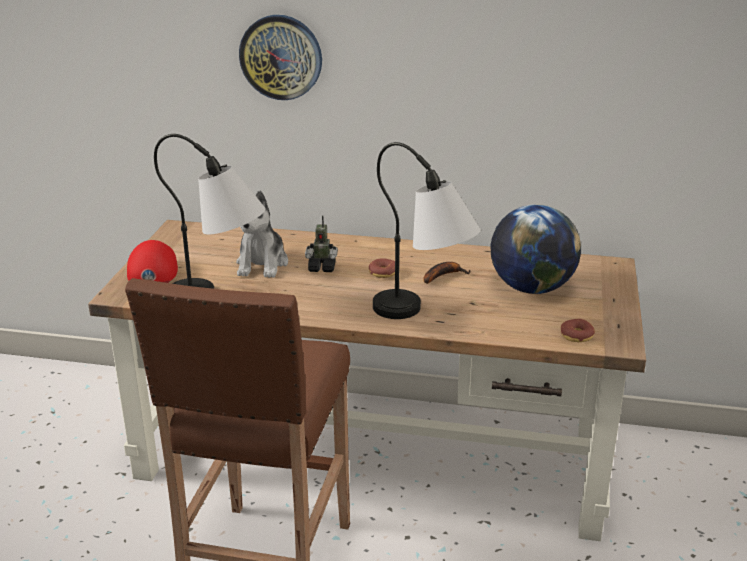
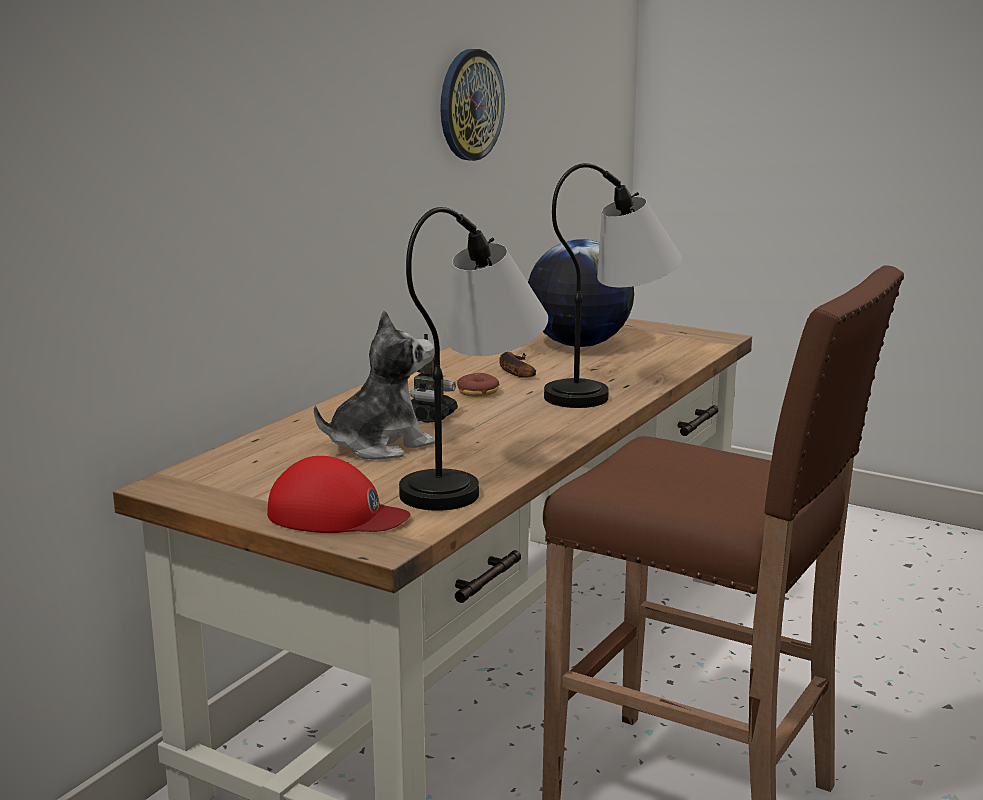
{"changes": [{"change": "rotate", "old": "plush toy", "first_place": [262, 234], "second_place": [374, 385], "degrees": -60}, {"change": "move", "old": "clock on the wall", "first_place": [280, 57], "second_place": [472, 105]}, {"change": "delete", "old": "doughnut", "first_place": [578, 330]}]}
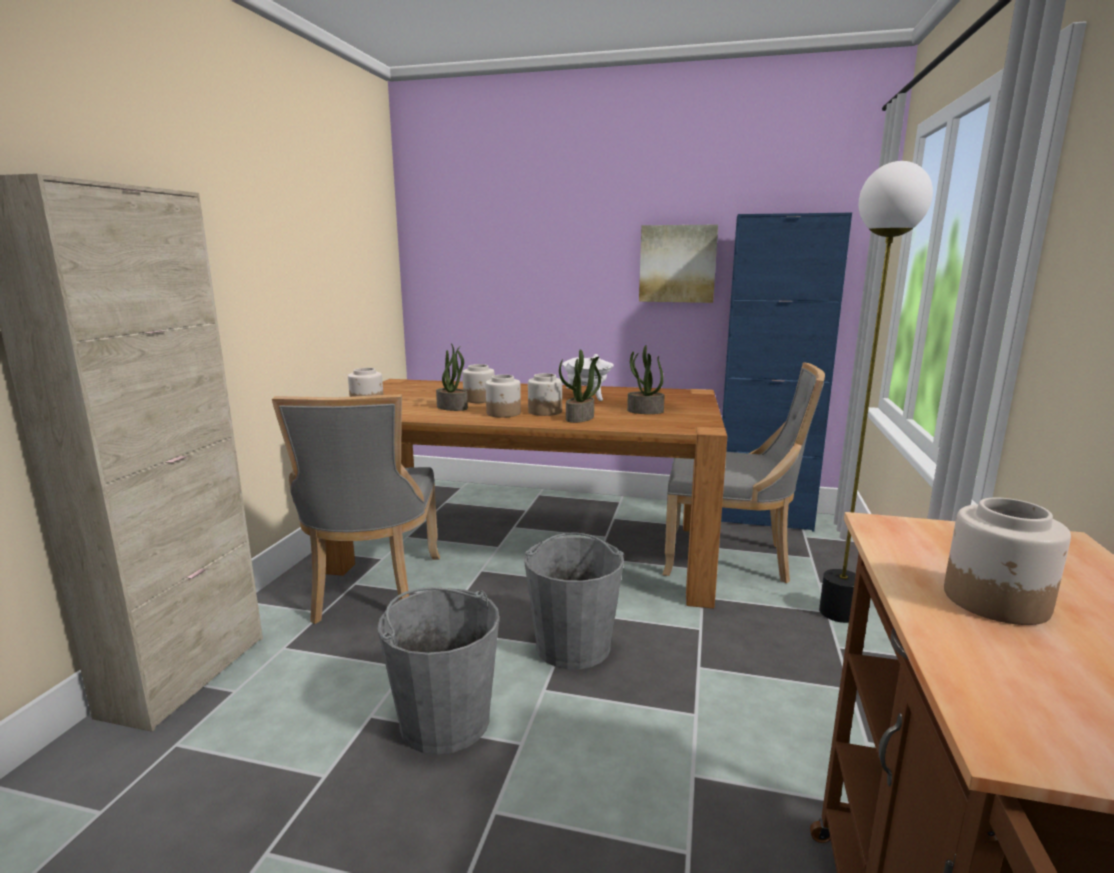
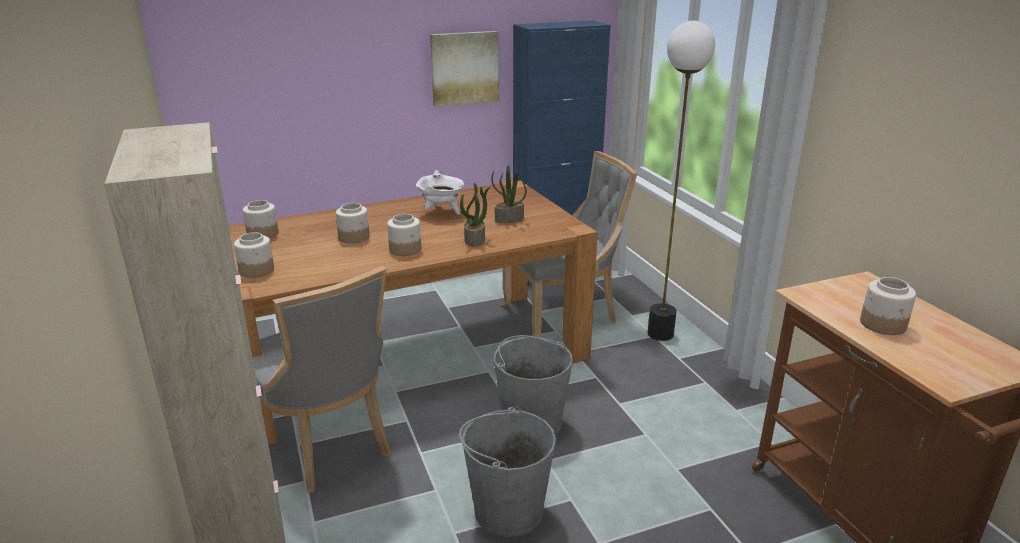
{"changes": [{"change": "delete", "old": "plant in a pot", "first_place": [452, 377]}, {"change": "move", "old": "jar", "first_place": [545, 394], "second_place": [261, 219]}]}
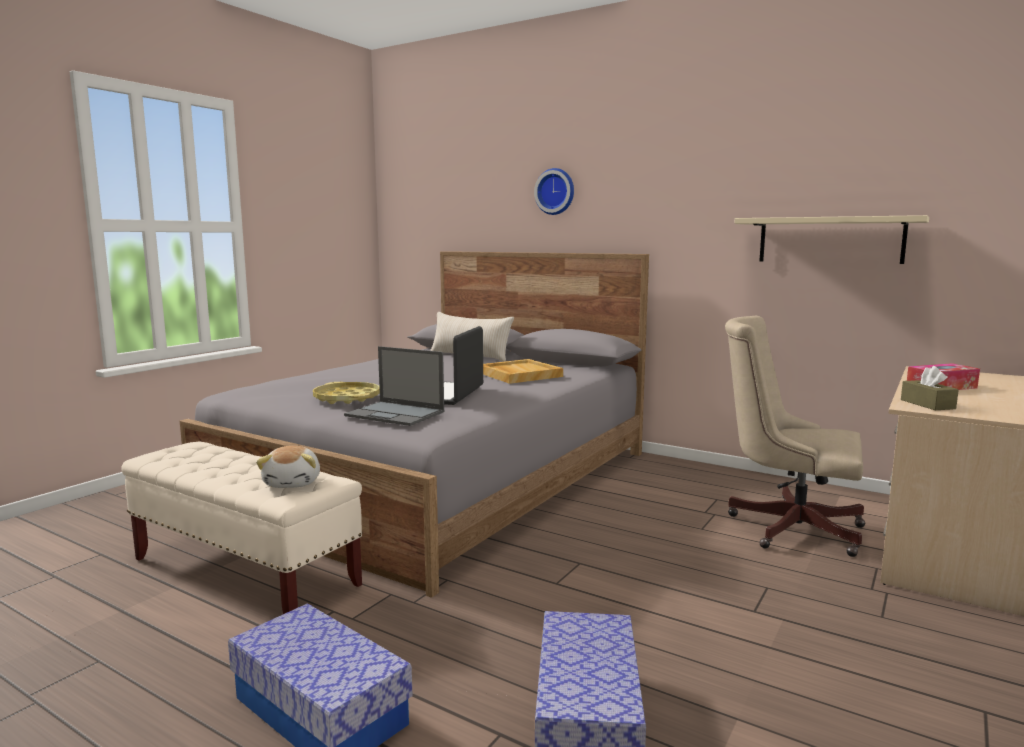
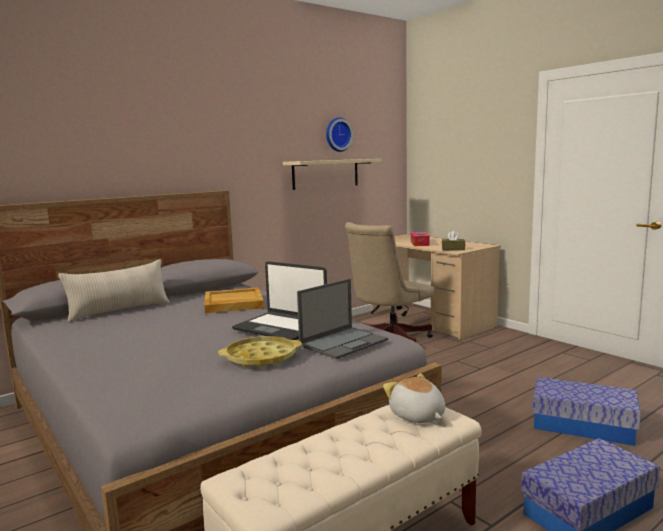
{"changes": [{"change": "rotate", "old": "plush toy", "first_place": [288, 467], "second_place": [414, 398], "degrees": -135}, {"change": "move", "old": "clock on the wall", "first_place": [554, 191], "second_place": [339, 134]}]}
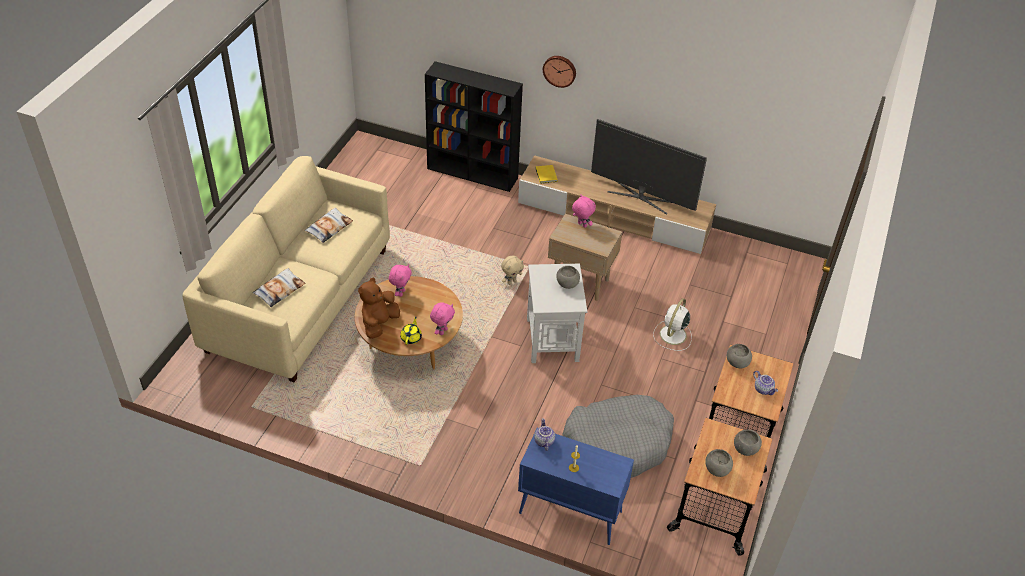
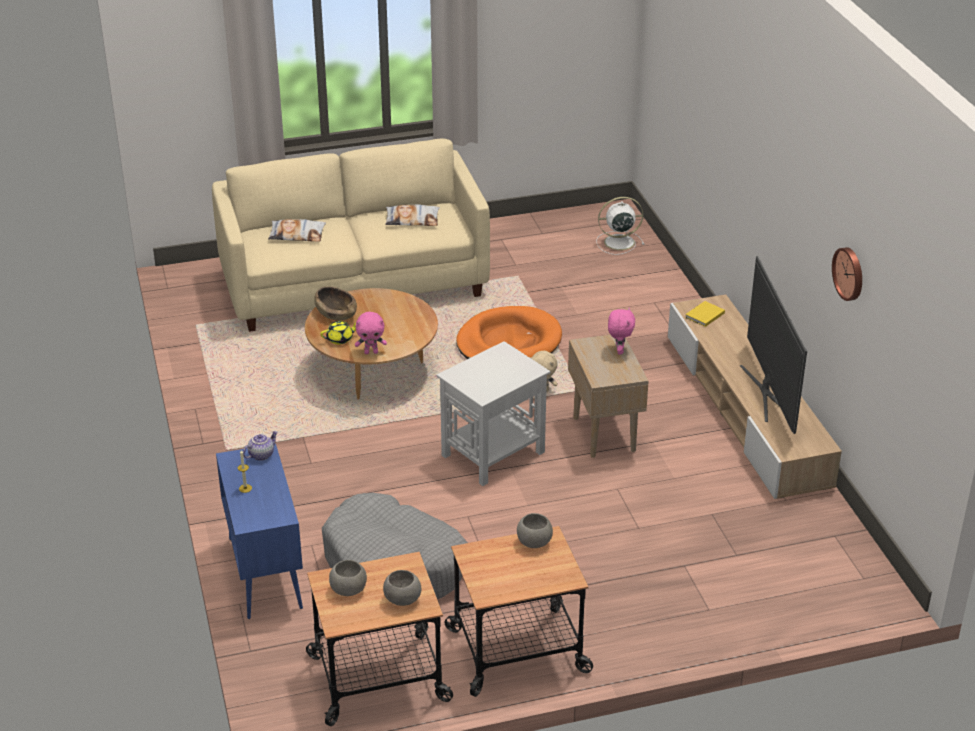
{"changes": [{"change": "replace", "old": "brown-coloured plush toy", "new": "brown-coloured deep dish", "first_place": [379, 308], "second_place": [335, 304]}, {"change": "delete", "old": "pinkish plush toy", "first_place": [400, 280]}, {"change": "delete", "old": "black-coloured shelving unit", "first_place": [474, 126]}, {"change": "move", "old": "clock on the wall", "first_place": [559, 72], "second_place": [847, 274]}, {"change": "delete", "old": "grey deep dish", "first_place": [568, 277]}, {"change": "move", "old": "white-coloured cooling fan", "first_place": [672, 324], "second_place": [620, 226]}, {"change": "delete", "old": "teapot", "first_place": [765, 383]}, {"change": "insert", "new": "orange pet bed", "second_place": [509, 332]}]}
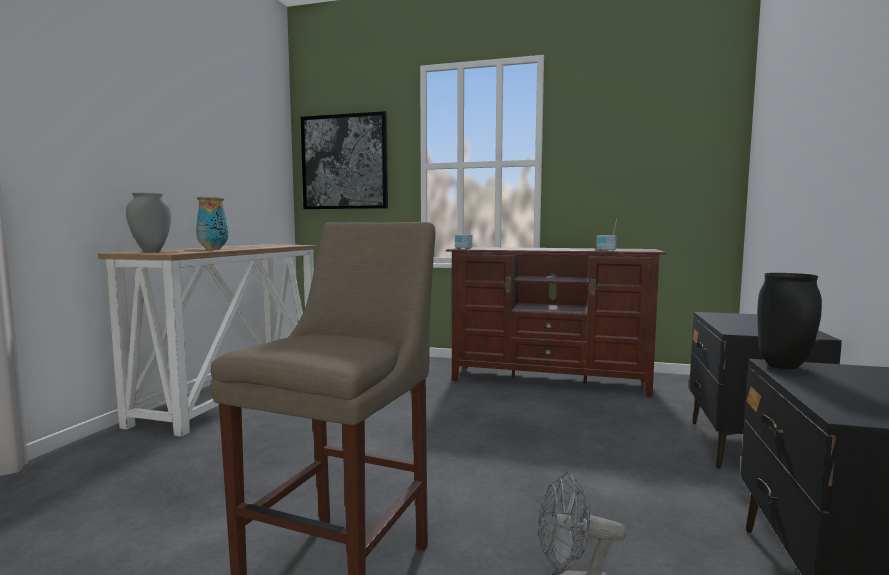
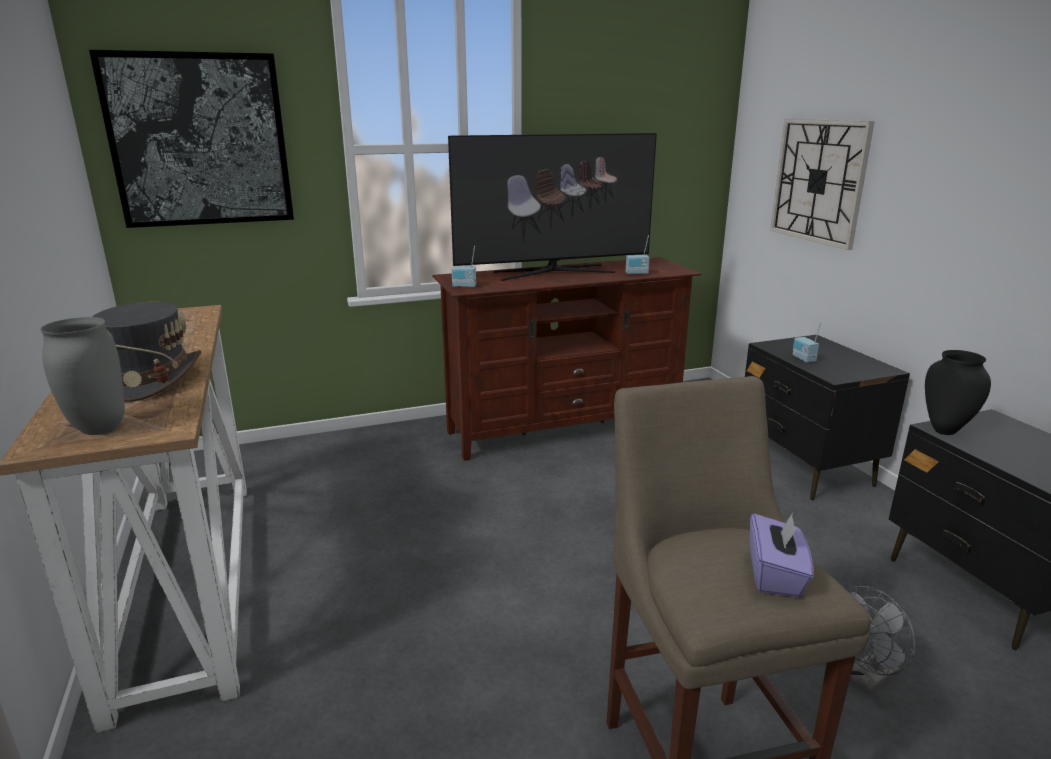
{"changes": [{"change": "replace", "old": "decorative vase", "new": "grey hat", "first_place": [212, 223], "second_place": [147, 352]}, {"change": "insert", "new": "TV set", "second_place": [552, 207]}, {"change": "insert", "new": "purple box of tissues", "second_place": [782, 555]}, {"change": "insert", "new": "clock on the wall", "second_place": [822, 184]}, {"change": "insert", "new": "radio", "second_place": [806, 342]}]}
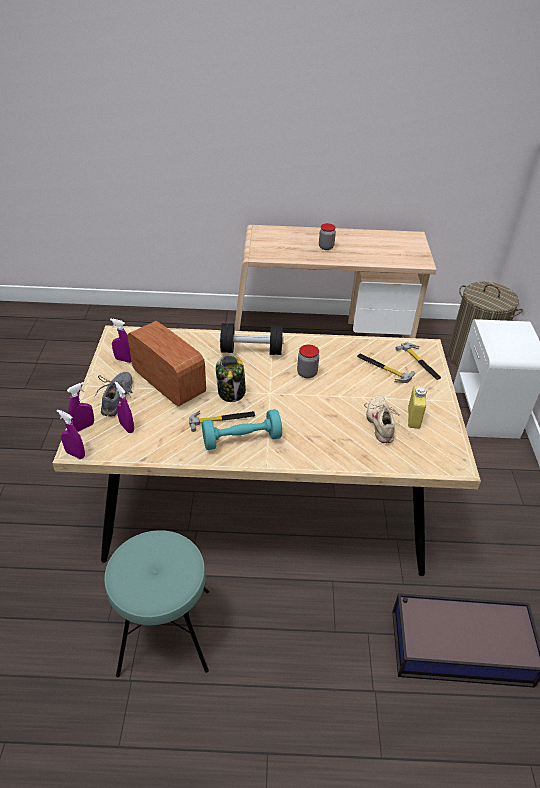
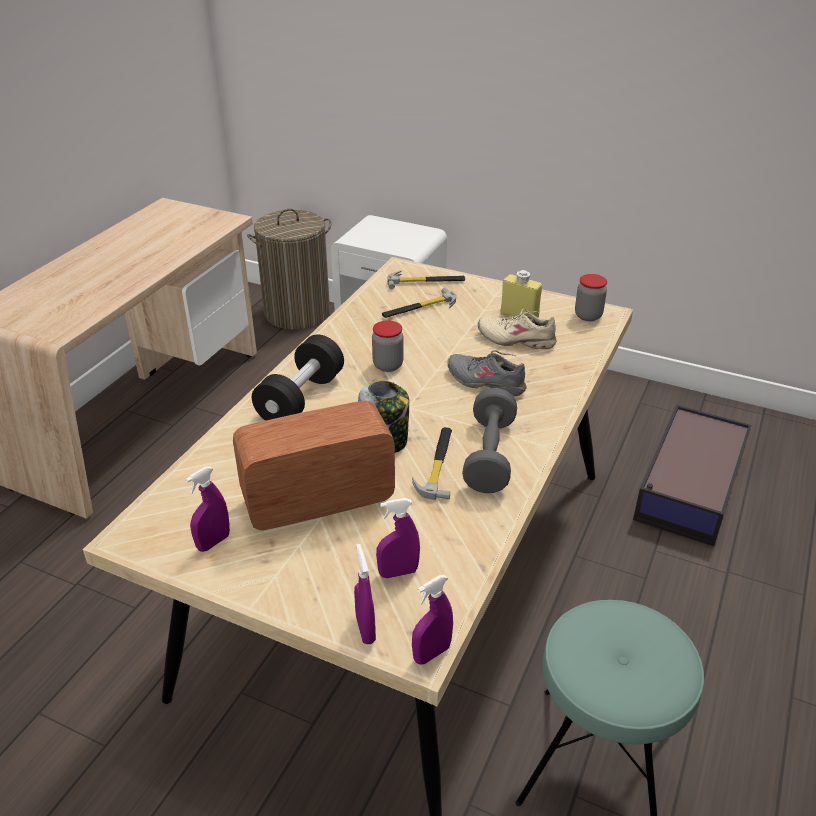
{"changes": [{"change": "move", "old": "grey shoe", "first_place": [114, 394], "second_place": [487, 373]}, {"change": "recolor", "old": "turquoise free weight", "new": "grey free weight", "first_place": [242, 429], "second_place": [489, 440]}, {"change": "move", "old": "jar", "first_place": [327, 236], "second_place": [591, 297]}]}
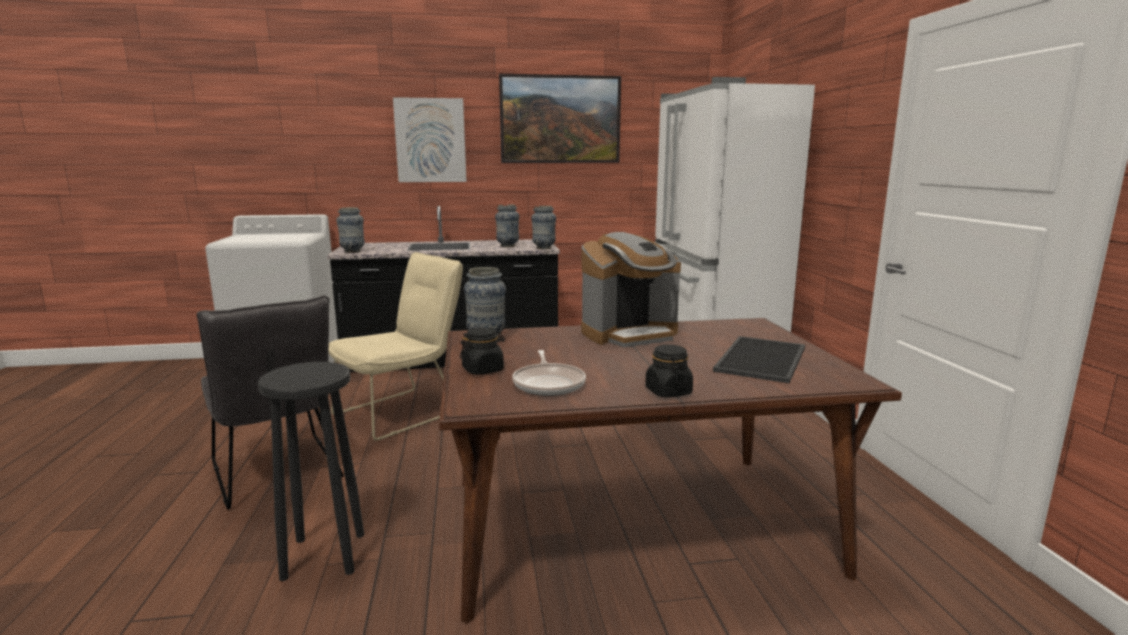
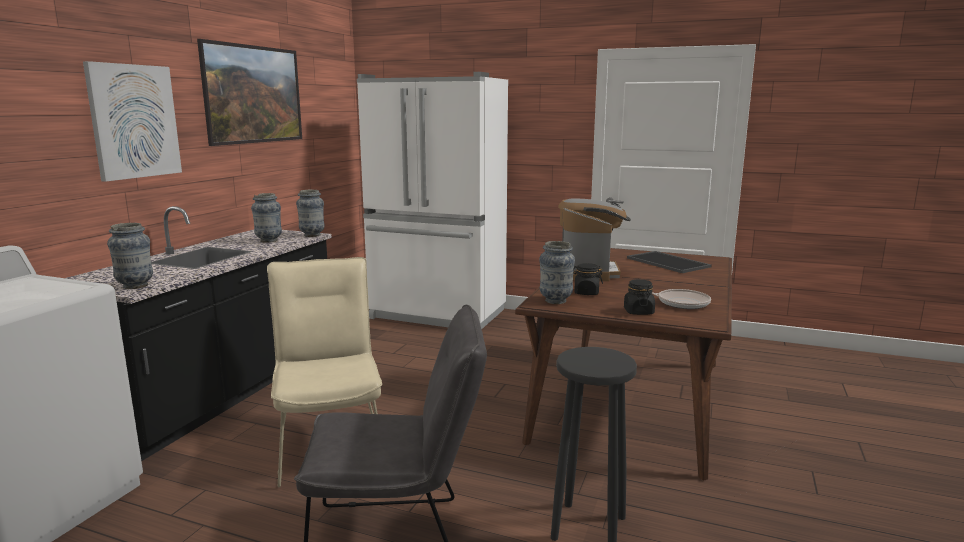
{"changes": [{"change": "move", "old": "black-coloured jar", "first_place": [669, 371], "second_place": [588, 279]}]}
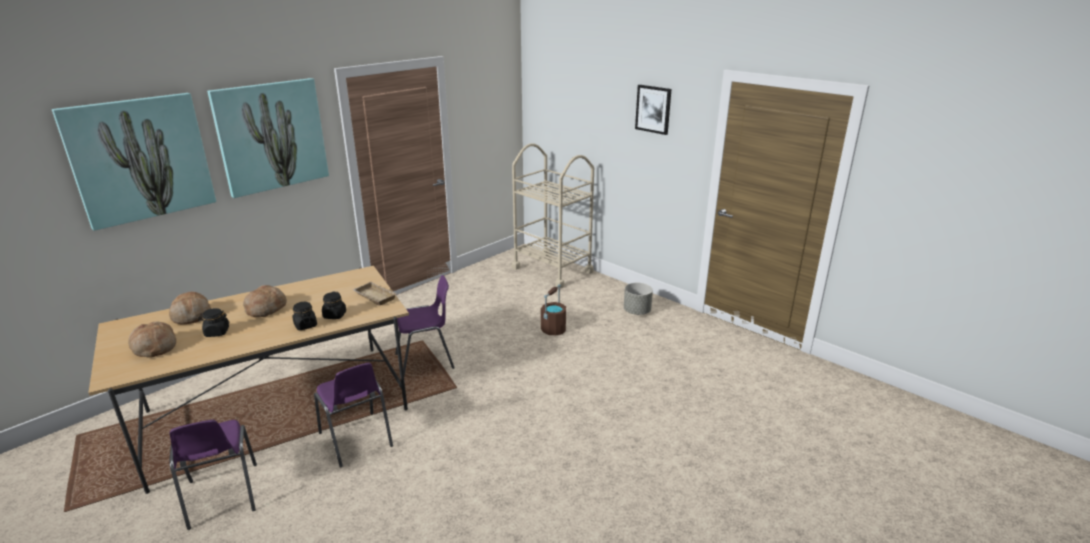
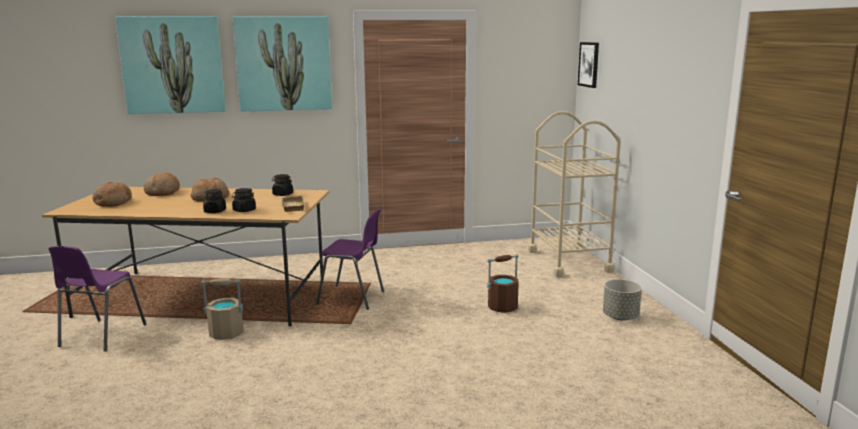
{"changes": [{"change": "move", "old": "black-coloured jar", "first_place": [213, 322], "second_place": [282, 185]}, {"change": "replace", "old": "purple chair", "new": "beige-coloured bucket", "first_place": [353, 415], "second_place": [222, 309]}, {"change": "move", "old": "picture", "first_place": [653, 110], "second_place": [588, 65]}]}
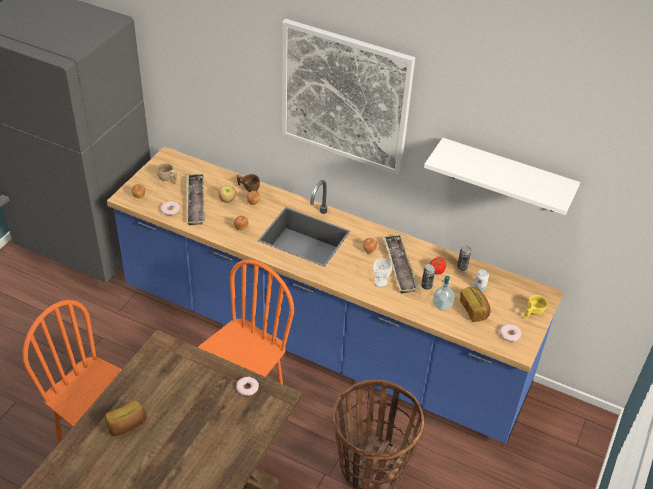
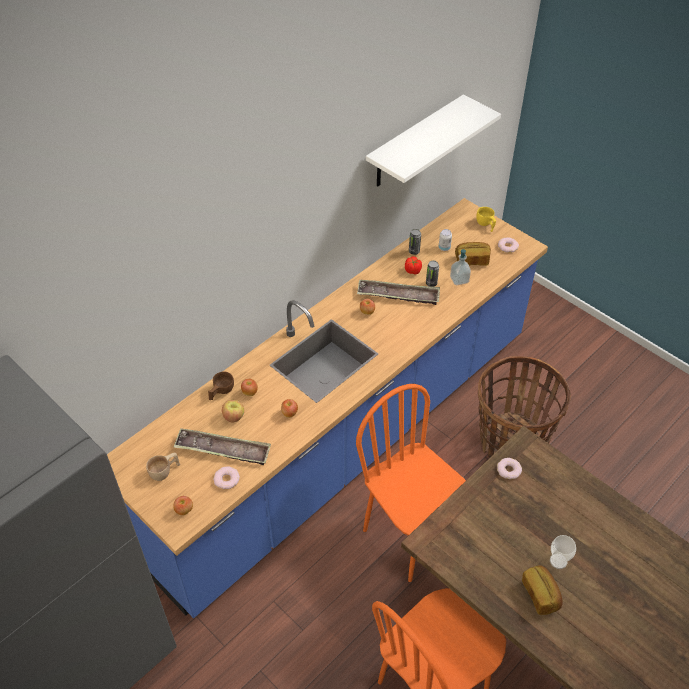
{"changes": [{"change": "delete", "old": "picture", "first_place": [348, 97]}, {"change": "move", "old": "drinking cup", "first_place": [382, 273], "second_place": [563, 552]}]}
